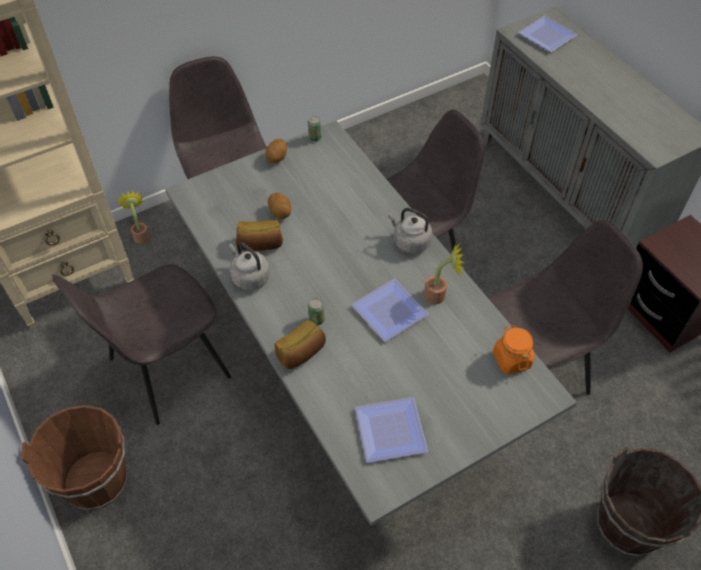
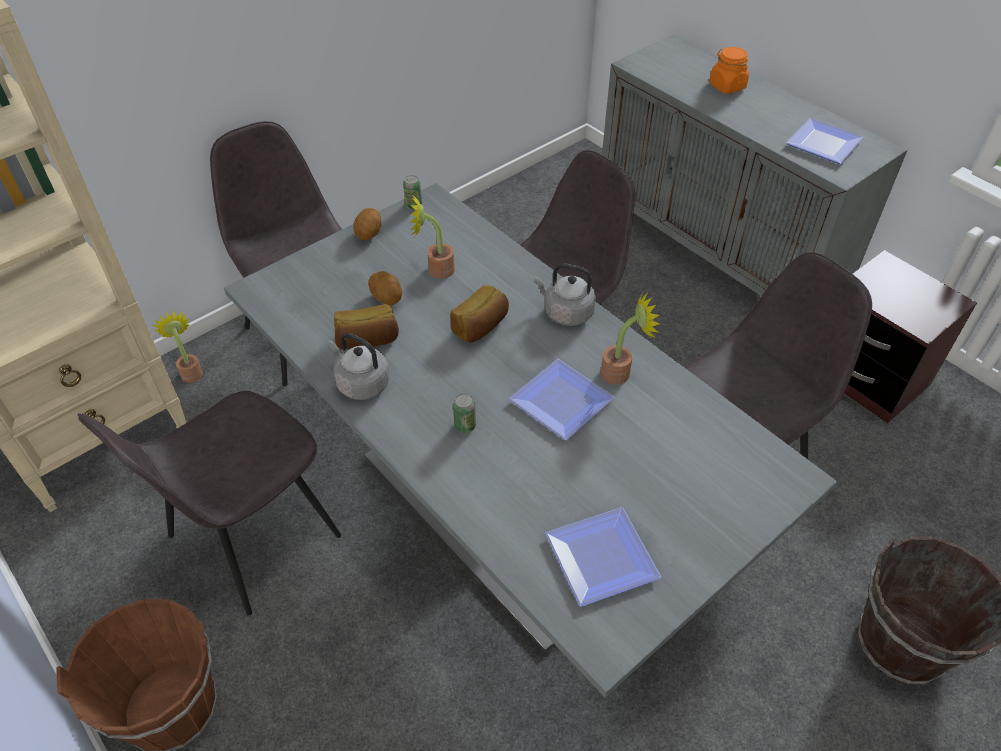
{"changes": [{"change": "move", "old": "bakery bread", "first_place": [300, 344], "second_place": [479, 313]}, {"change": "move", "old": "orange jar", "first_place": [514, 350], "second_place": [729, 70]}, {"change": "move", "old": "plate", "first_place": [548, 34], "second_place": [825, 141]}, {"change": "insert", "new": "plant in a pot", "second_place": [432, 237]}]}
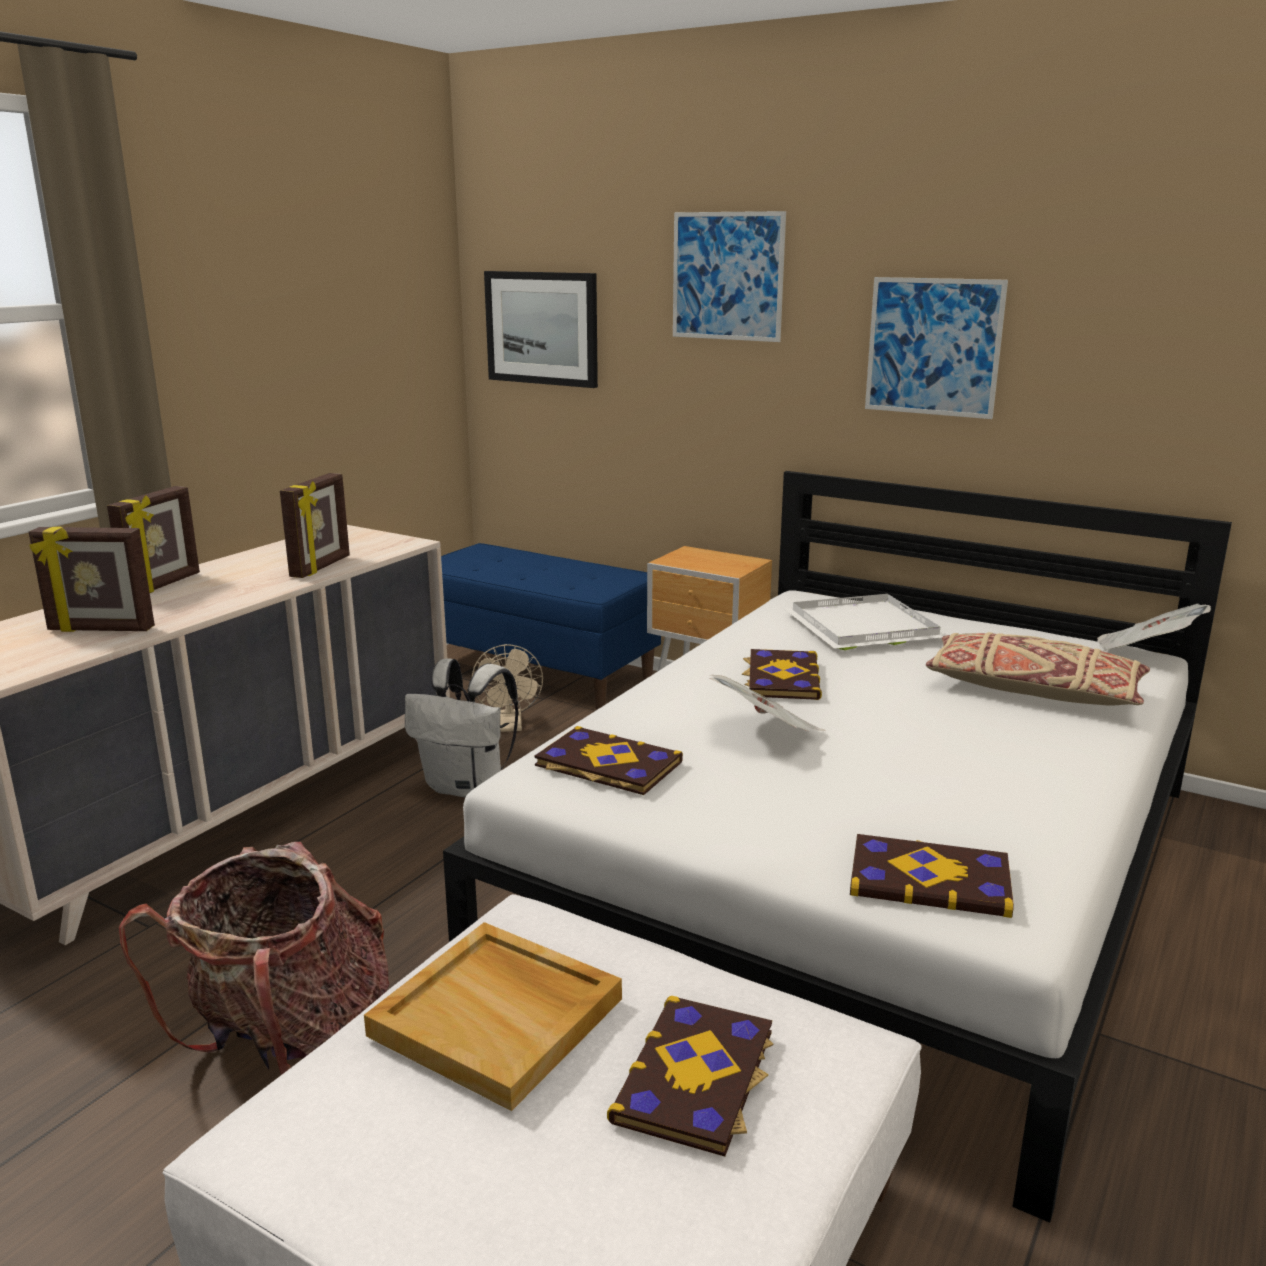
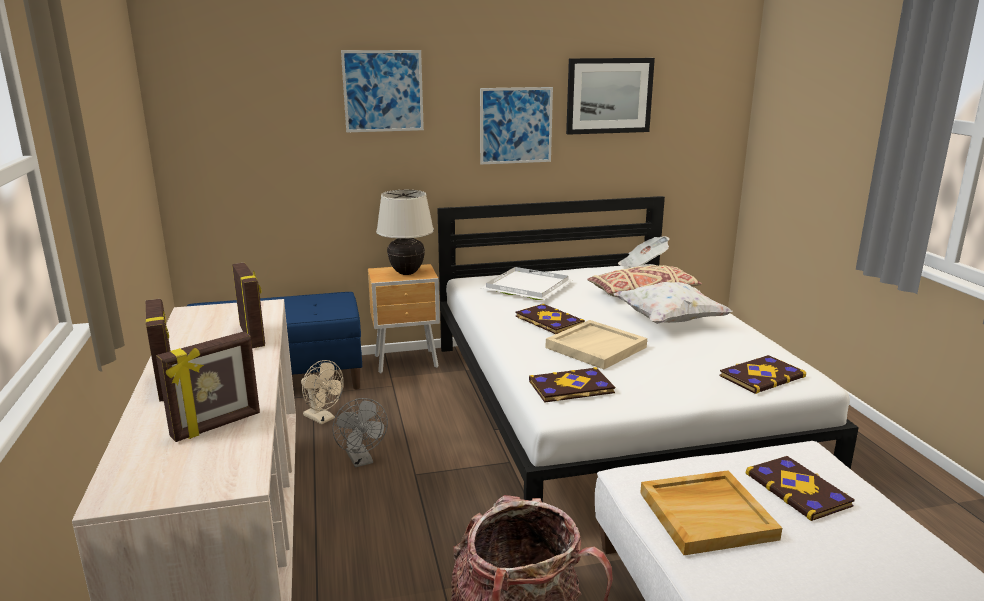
{"changes": [{"change": "replace", "old": "white-coloured rucksack", "new": "grey cooling fan", "first_place": [461, 727], "second_place": [360, 432]}, {"change": "move", "old": "picture", "first_place": [541, 329], "second_place": [610, 96]}, {"change": "replace", "old": "printed paper", "new": "beige-coloured carrying tray", "first_place": [767, 703], "second_place": [596, 345]}, {"change": "insert", "new": "beige-coloured tabletop lamp", "second_place": [405, 232]}, {"change": "insert", "new": "white-coloured pillow", "second_place": [673, 303]}]}
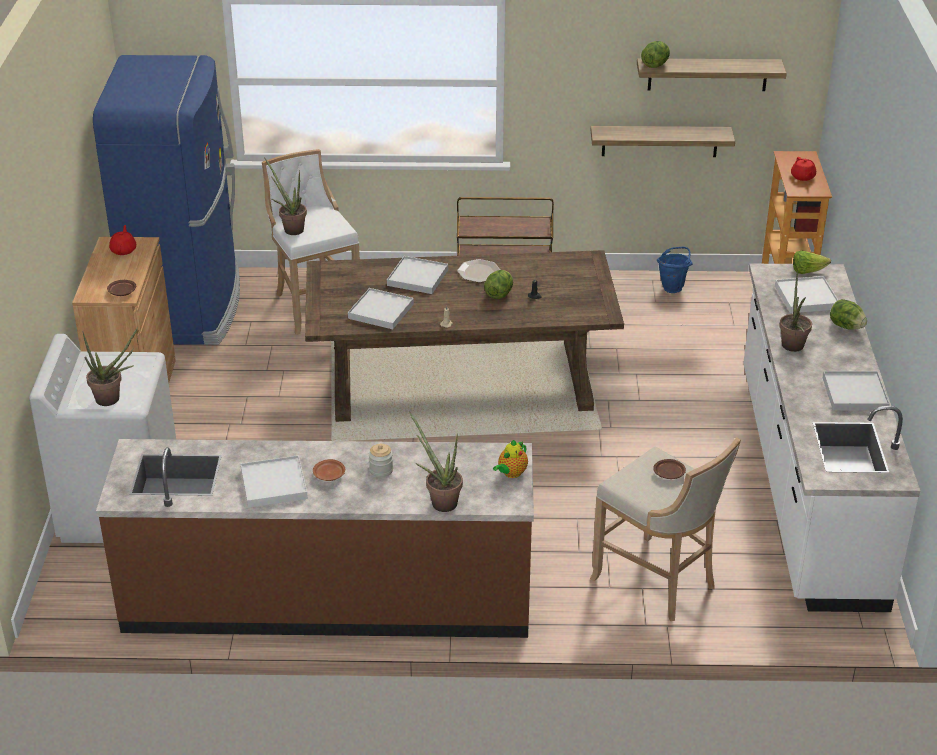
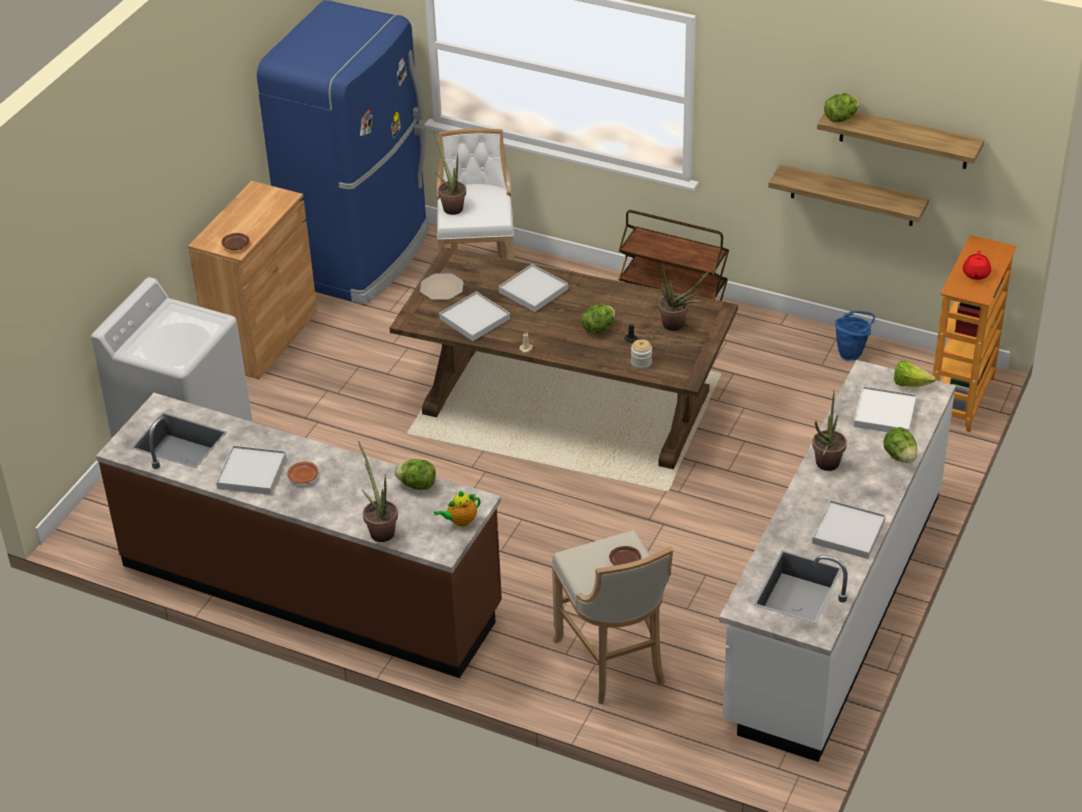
{"changes": [{"change": "move", "old": "plant in a pot", "first_place": [110, 366], "second_place": [684, 297]}, {"change": "delete", "old": "red-coloured teapot", "first_place": [122, 240]}, {"change": "move", "old": "jar", "first_place": [381, 460], "second_place": [641, 354]}, {"change": "move", "old": "plate", "first_place": [478, 271], "second_place": [442, 287]}, {"change": "insert", "new": "head of lettuce", "second_place": [415, 474]}]}
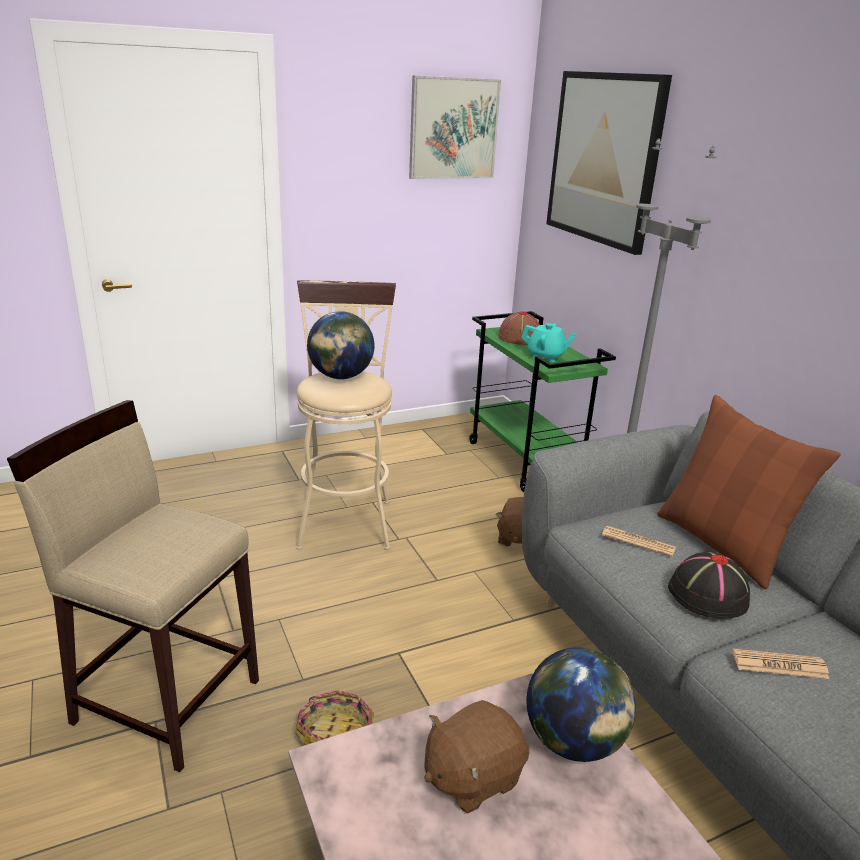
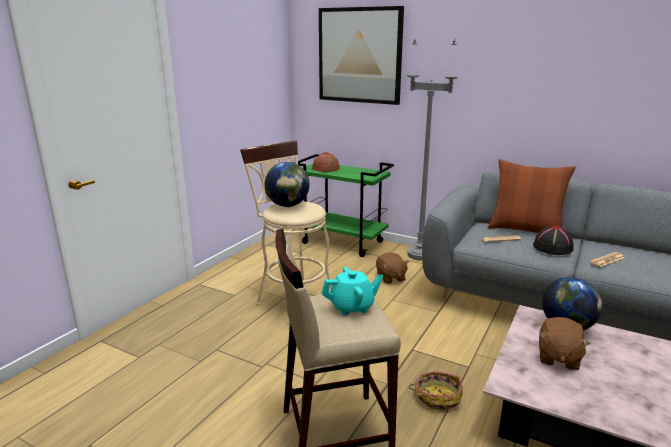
{"changes": [{"change": "delete", "old": "picture", "first_place": [455, 127]}, {"change": "move", "old": "turquoise teapot", "first_place": [548, 342], "second_place": [352, 291]}]}
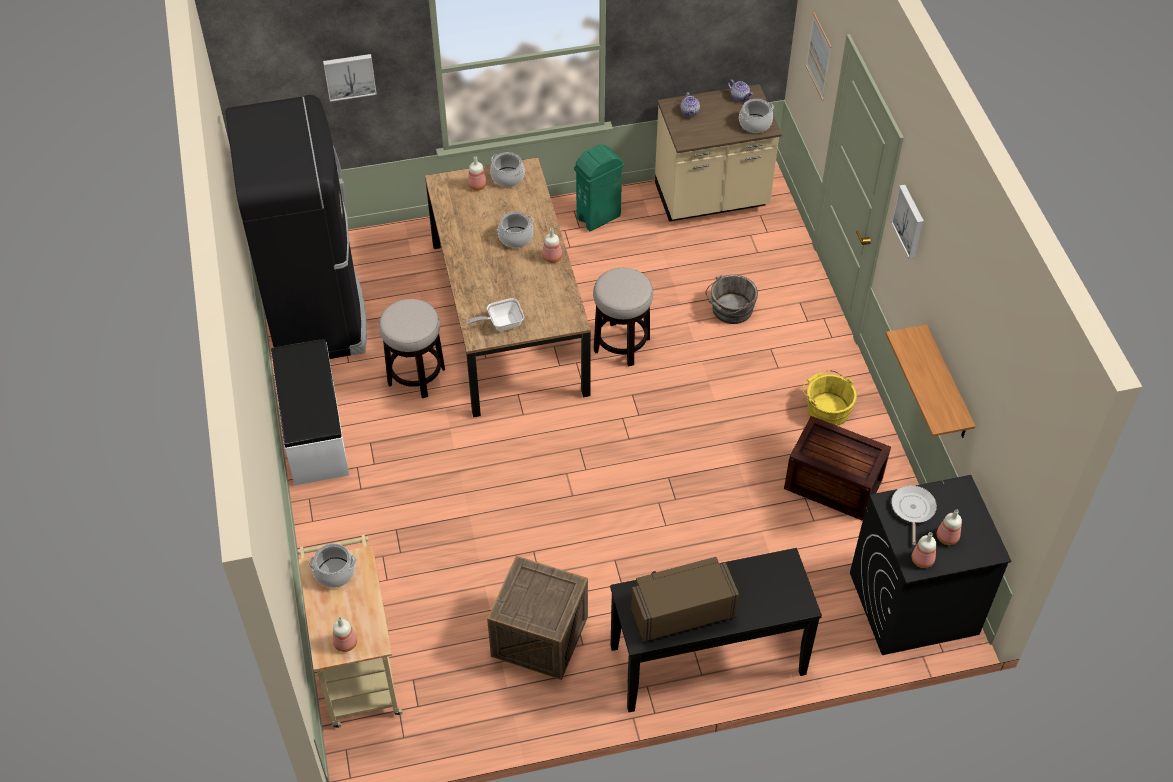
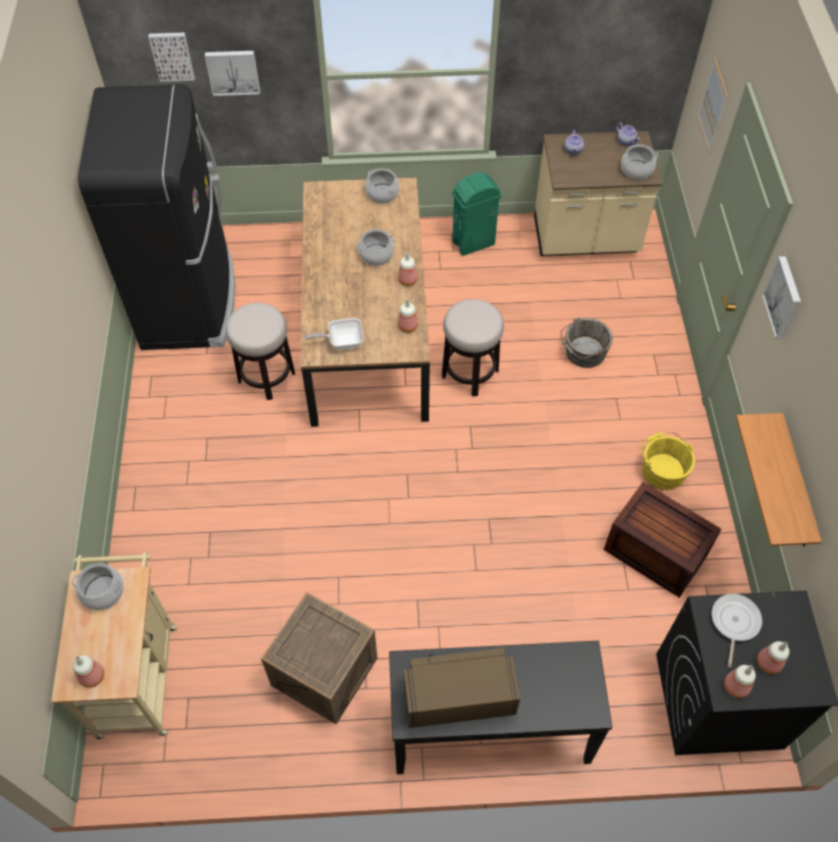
{"changes": [{"change": "delete", "old": "white-coloured bench", "first_place": [310, 412]}, {"change": "move", "old": "beverage bottle", "first_place": [477, 173], "second_place": [408, 315]}, {"change": "insert", "new": "picture", "second_place": [171, 57]}]}
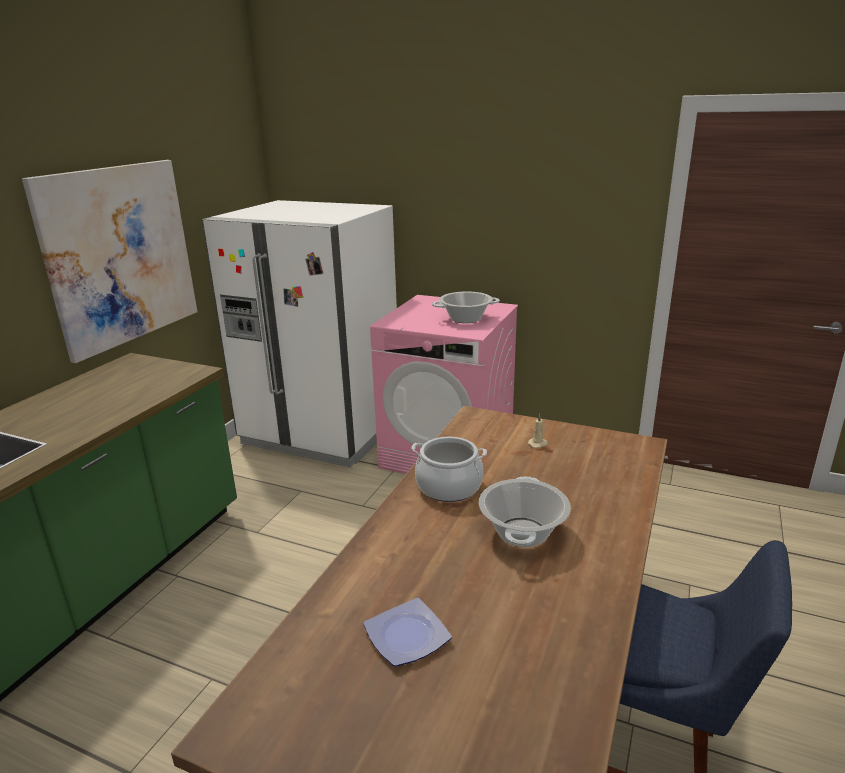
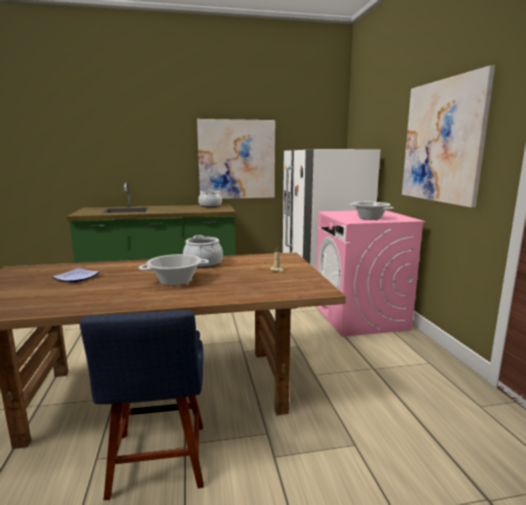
{"changes": [{"change": "insert", "new": "stockpot", "second_place": [210, 198]}, {"change": "insert", "new": "picture", "second_place": [448, 136]}]}
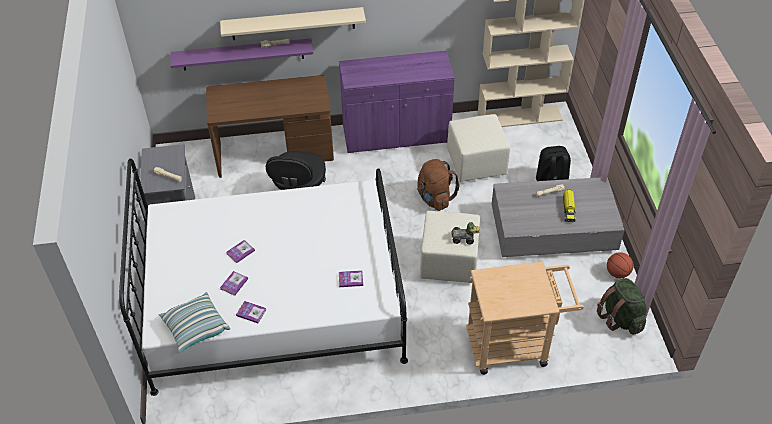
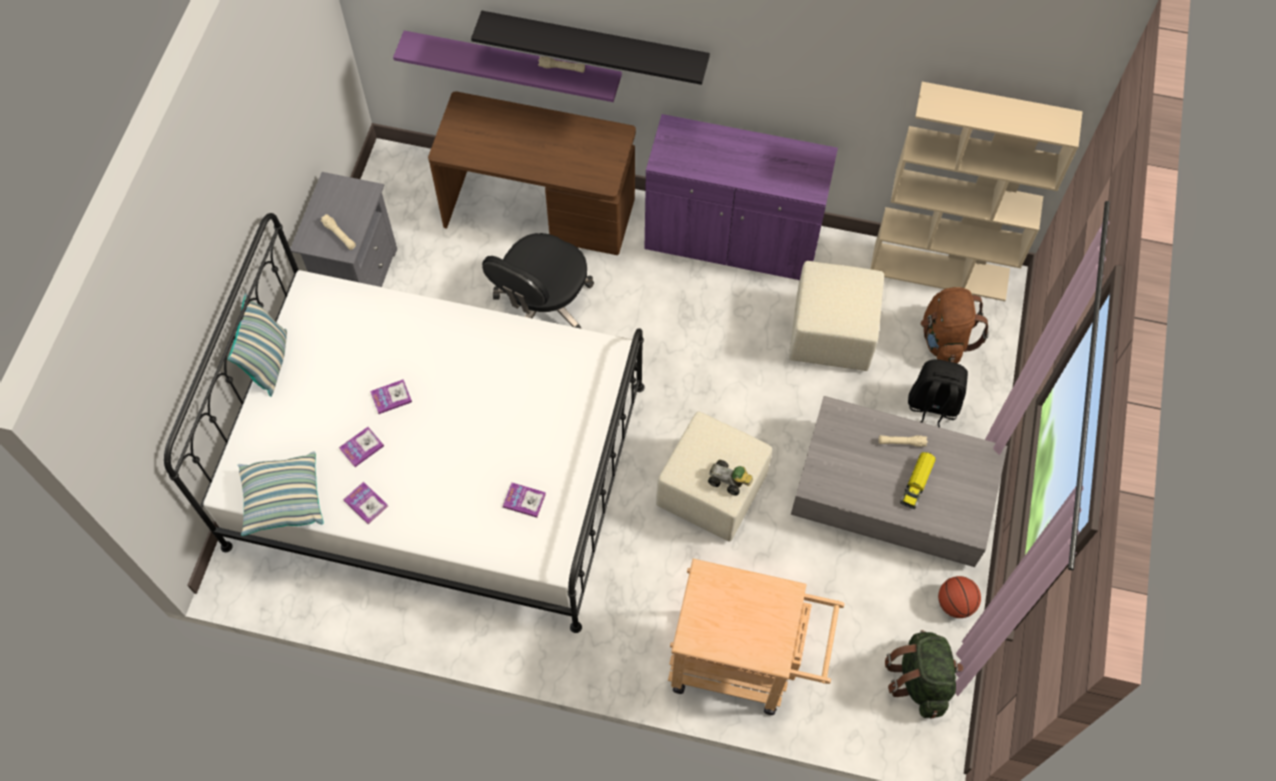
{"changes": [{"change": "recolor", "old": "beige-coloured wall shelf", "new": "black-coloured wall shelf", "first_place": [293, 23], "second_place": [590, 48]}, {"change": "move", "old": "brown-coloured rucksack", "first_place": [438, 185], "second_place": [955, 325]}, {"change": "insert", "new": "pillow", "second_place": [257, 345]}]}
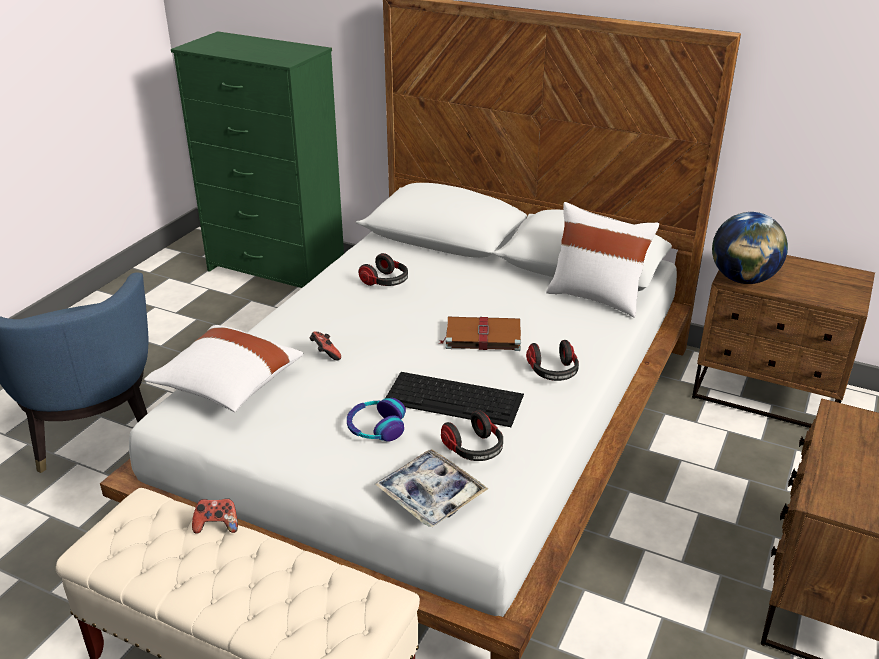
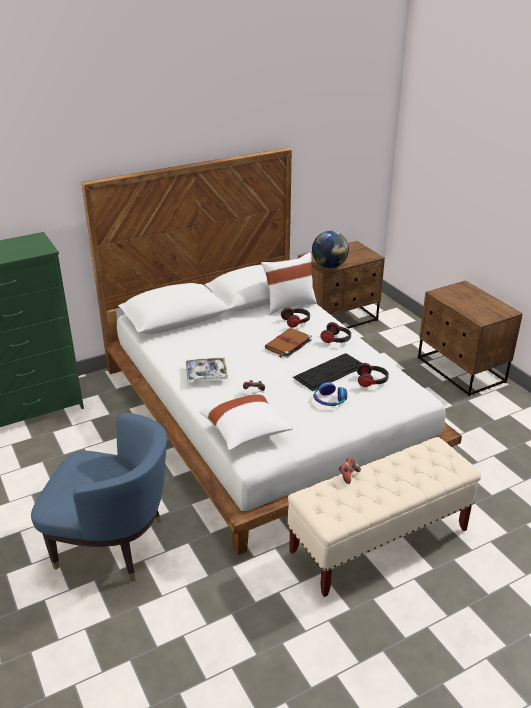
{"changes": [{"change": "move", "old": "headset", "first_place": [383, 269], "second_place": [295, 317]}, {"change": "move", "old": "carrying tray", "first_place": [431, 488], "second_place": [207, 370]}]}
